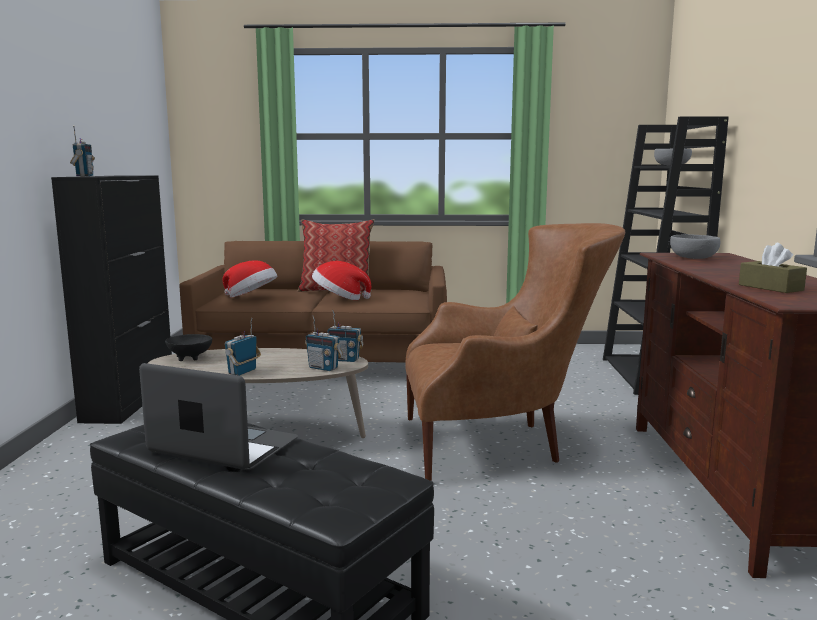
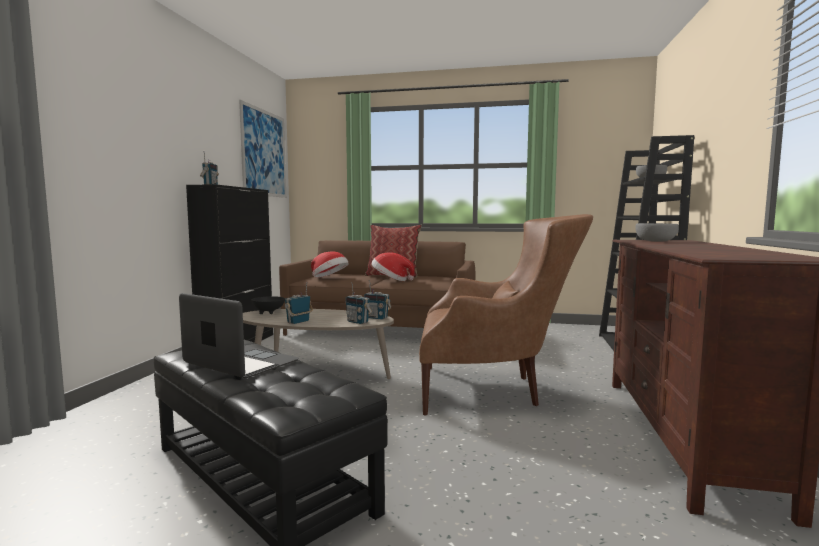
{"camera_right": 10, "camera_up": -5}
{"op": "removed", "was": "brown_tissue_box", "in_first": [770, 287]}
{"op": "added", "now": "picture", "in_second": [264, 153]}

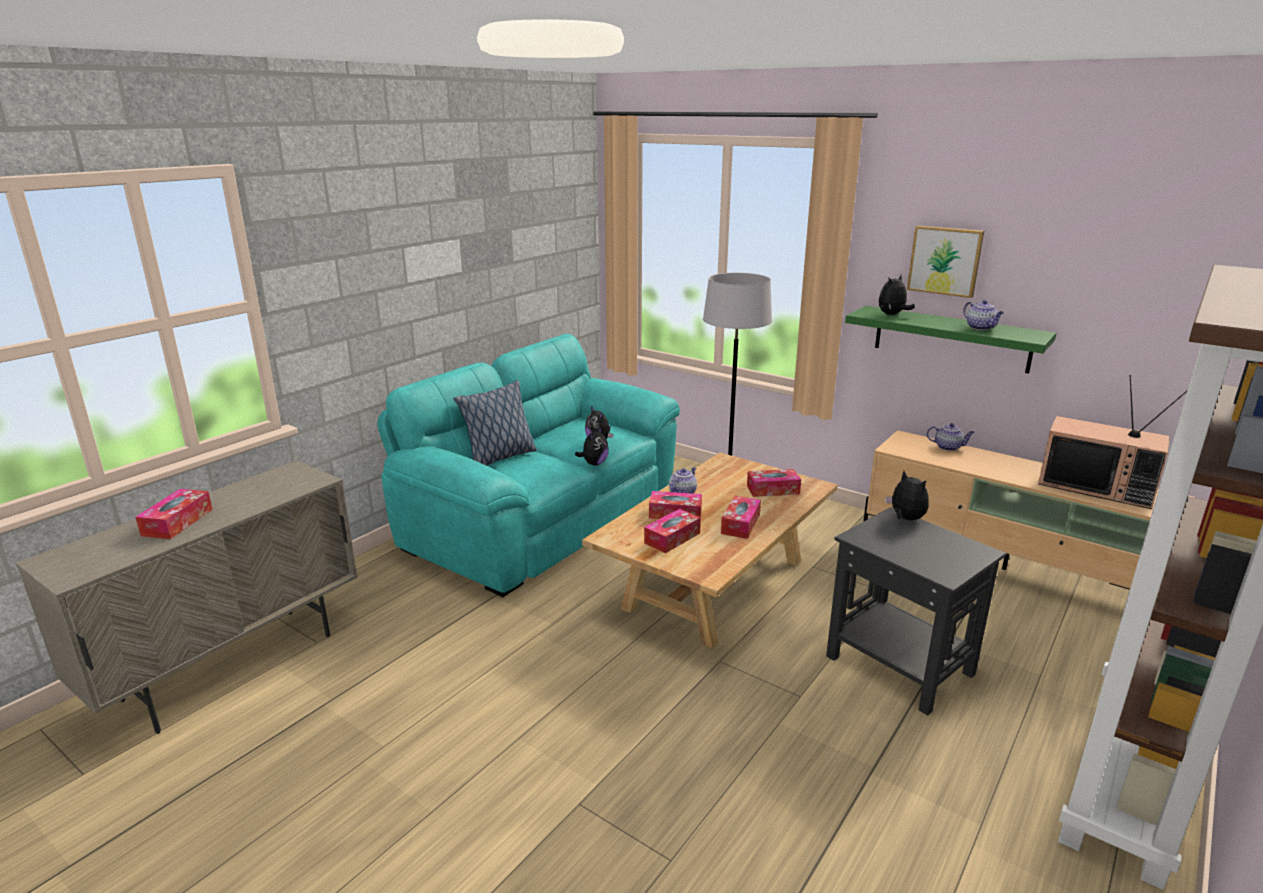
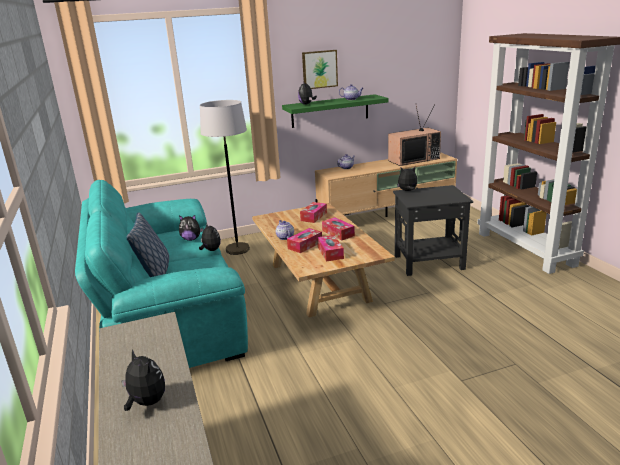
{"camera_right": -55, "camera_up": 0}
{"op": "replaced", "was": "tissue_box", "now": "plush_toy", "in_first": [177, 522], "in_second": [146, 402]}

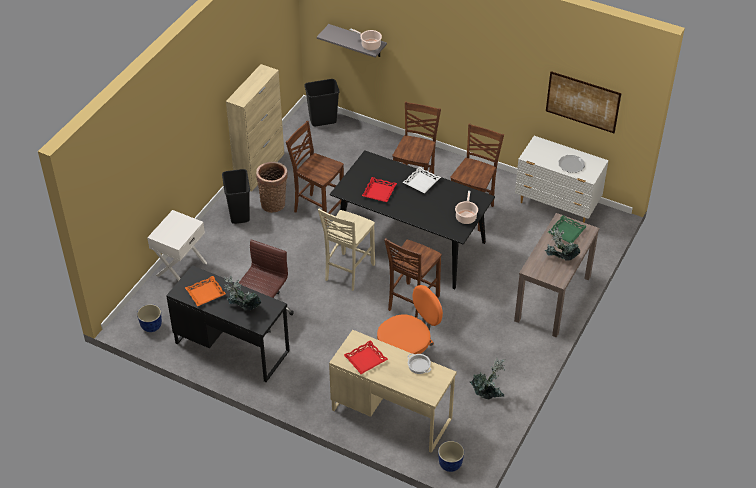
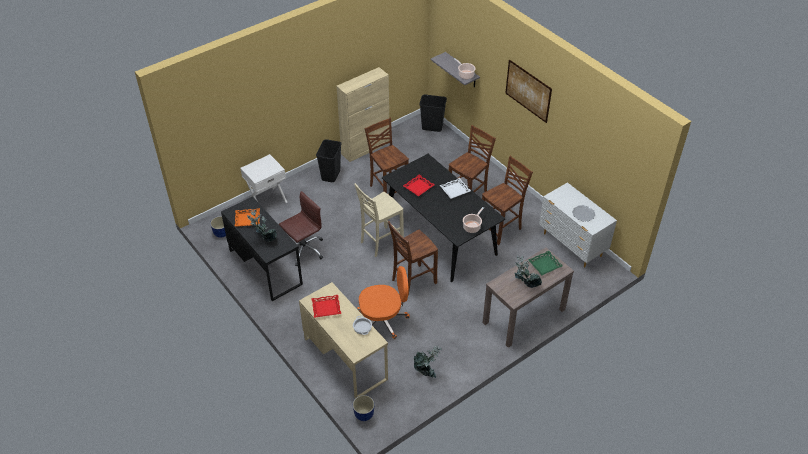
{"camera_right": 25, "camera_up": 0}
{"op": "moved", "was": "picture", "in_first": [582, 102], "in_second": [528, 91]}
{"op": "removed", "was": "basket", "in_first": [274, 203]}

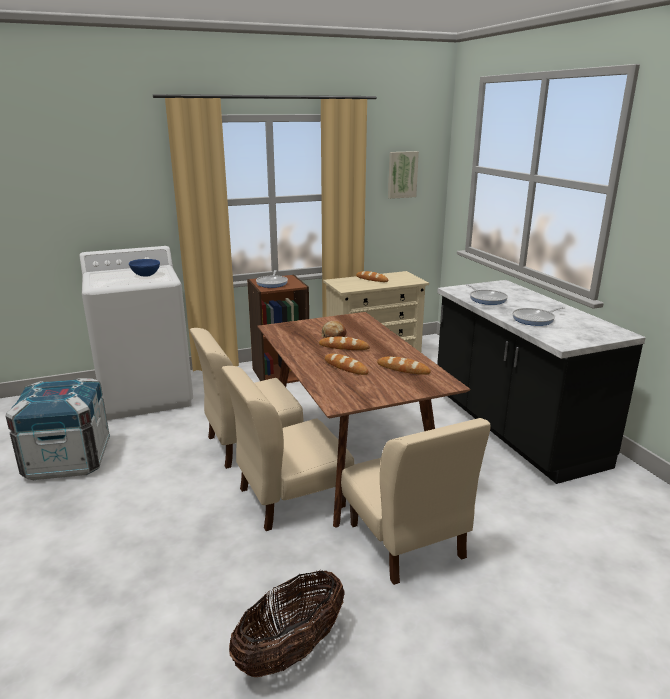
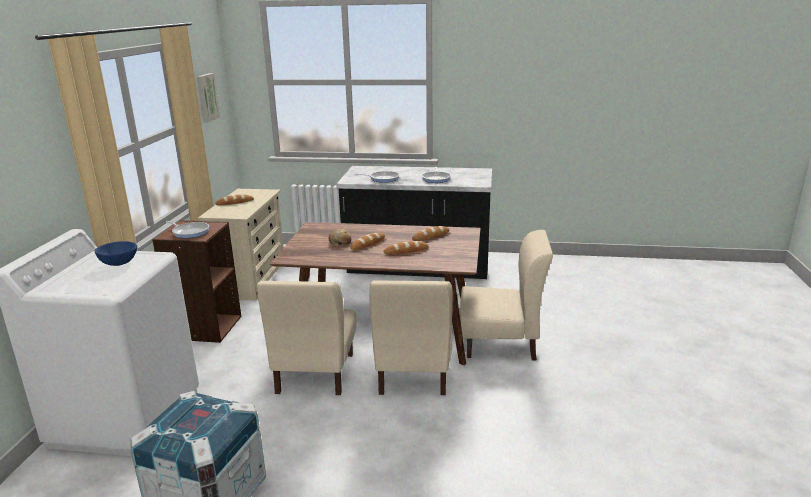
{"camera_right": -60, "camera_up": 0}
{"op": "removed", "was": "basket", "in_first": [290, 651]}

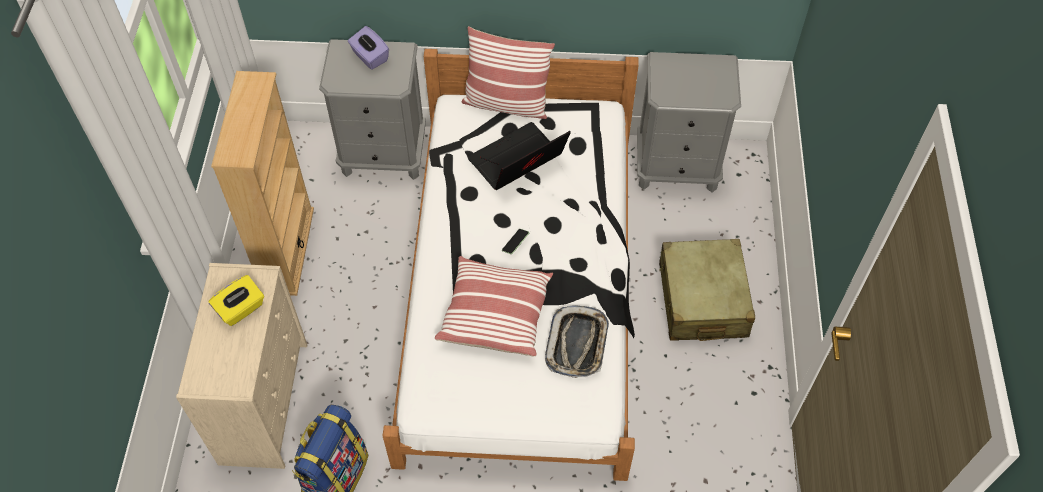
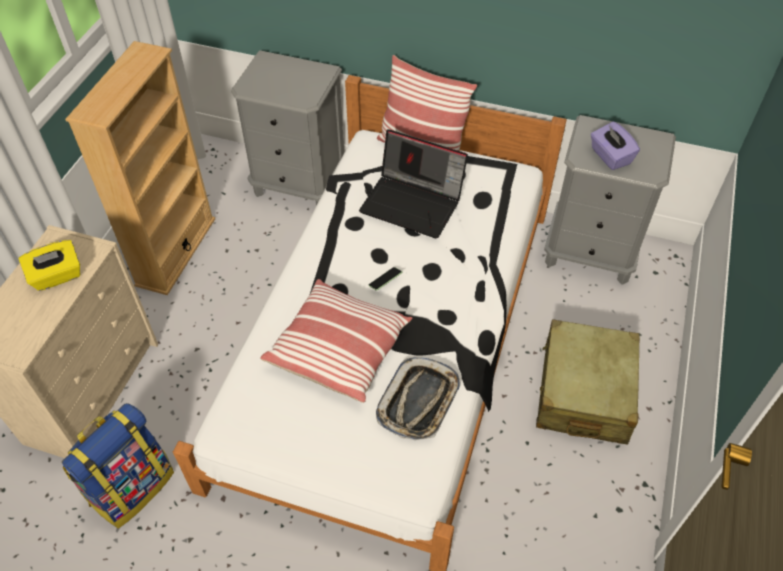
{"camera_right": 15, "camera_up": -5}
{"op": "moved", "was": "purple_tissue_box", "in_first": [370, 57], "in_second": [610, 157]}
{"op": "turned", "was": "laptop", "in_first": [517, 163], "in_second": [413, 203], "clockwise": -135}

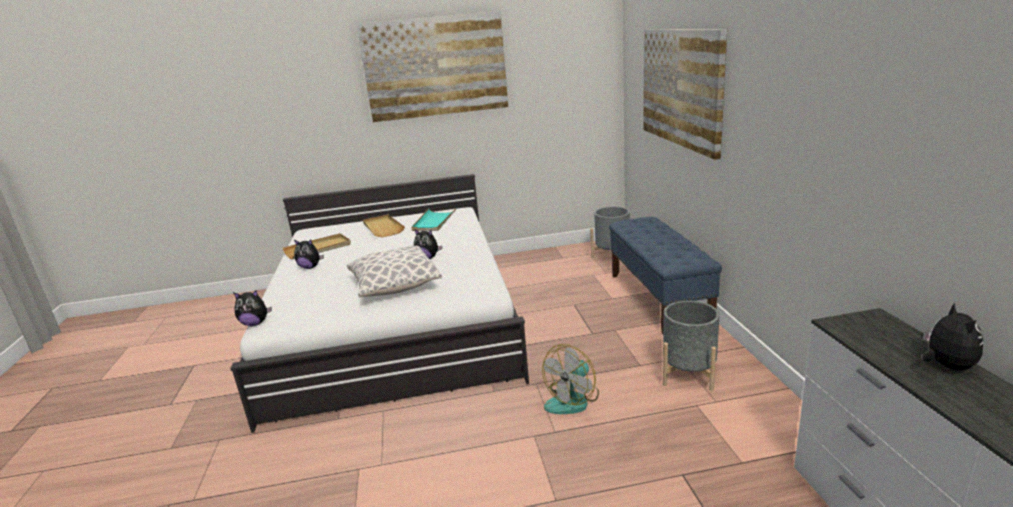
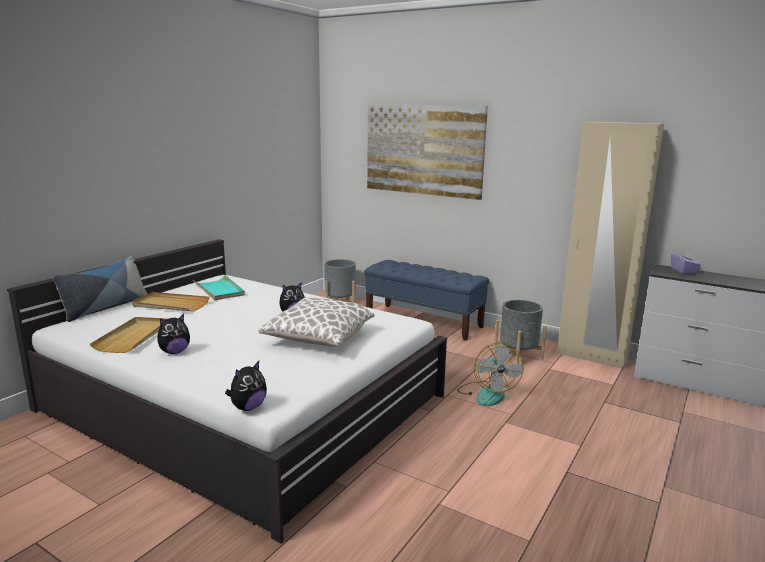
{"camera_right": -50, "camera_up": -5}
{"op": "removed", "was": "picture", "in_first": [435, 67]}
{"op": "removed", "was": "plush_toy", "in_first": [946, 366]}
{"op": "added", "now": "beige_wardrobe", "in_second": [591, 357]}
{"op": "added", "now": "purple_tissue_box", "in_second": [683, 271]}
{"op": "added", "now": "pillow", "in_second": [105, 307]}

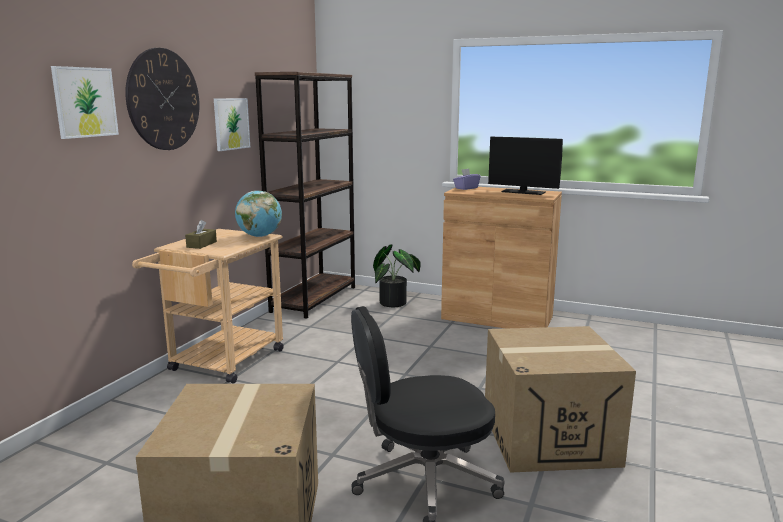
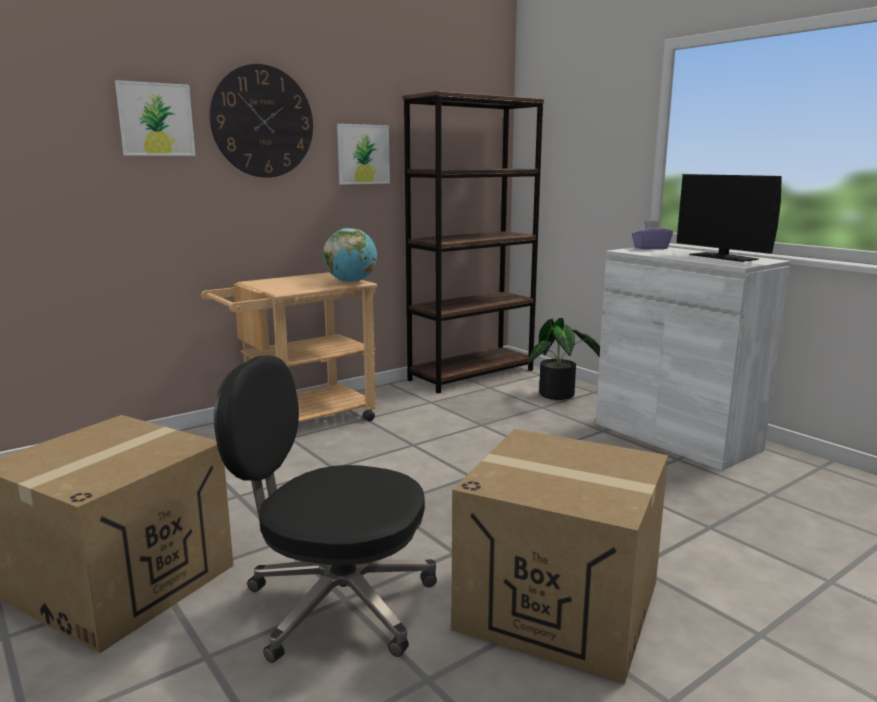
{"camera_right": 30, "camera_up": 0}
{"op": "recoloured", "was": "brown_cabinet", "now": "white_cabinet", "in_first": [497, 317], "in_second": [675, 436]}
{"op": "removed", "was": "brown_tissue_box", "in_first": [201, 244]}

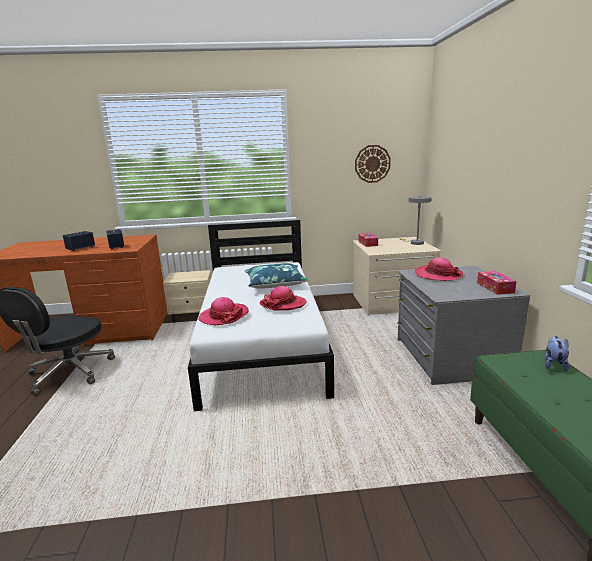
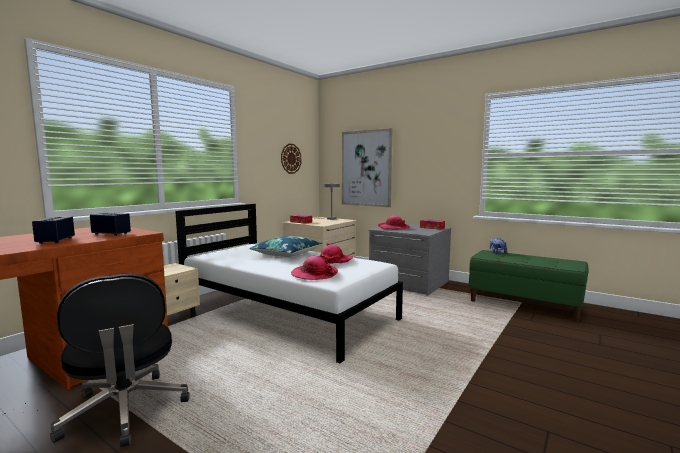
{"camera_right": -50, "camera_up": -10}
{"op": "added", "now": "picture", "in_second": [366, 168]}

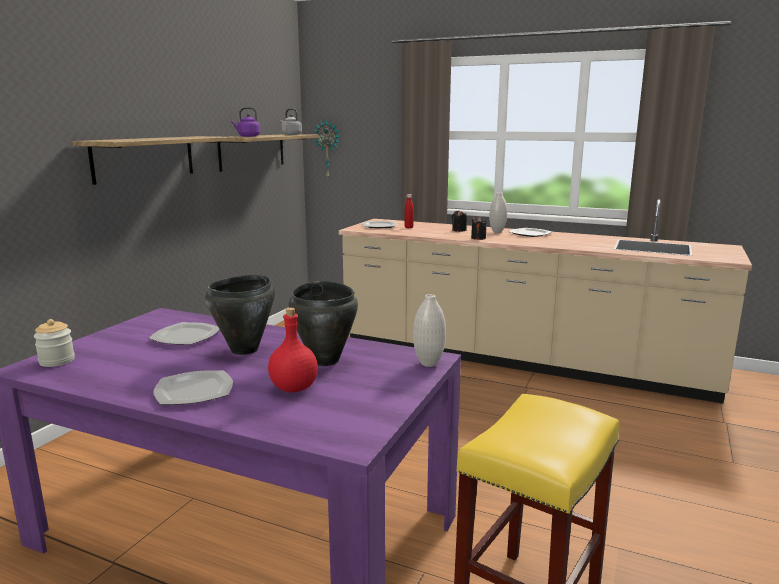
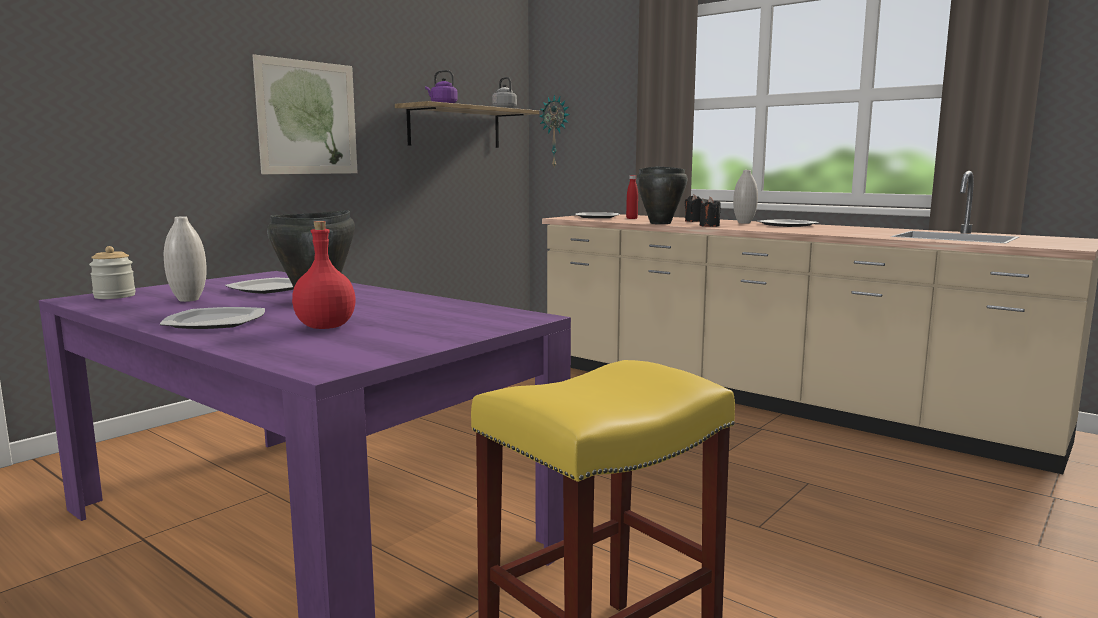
{"camera_right": 15, "camera_up": -5}
{"op": "replaced", "was": "shelf", "now": "picture", "in_first": [144, 158], "in_second": [307, 118]}
{"op": "moved", "was": "black_cooking_pot", "in_first": [325, 360], "in_second": [660, 223]}
{"op": "moved", "was": "white_vase", "in_first": [428, 363], "in_second": [188, 300]}

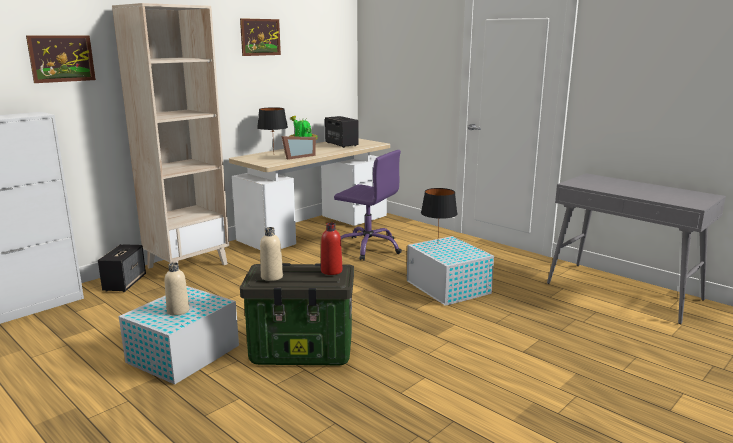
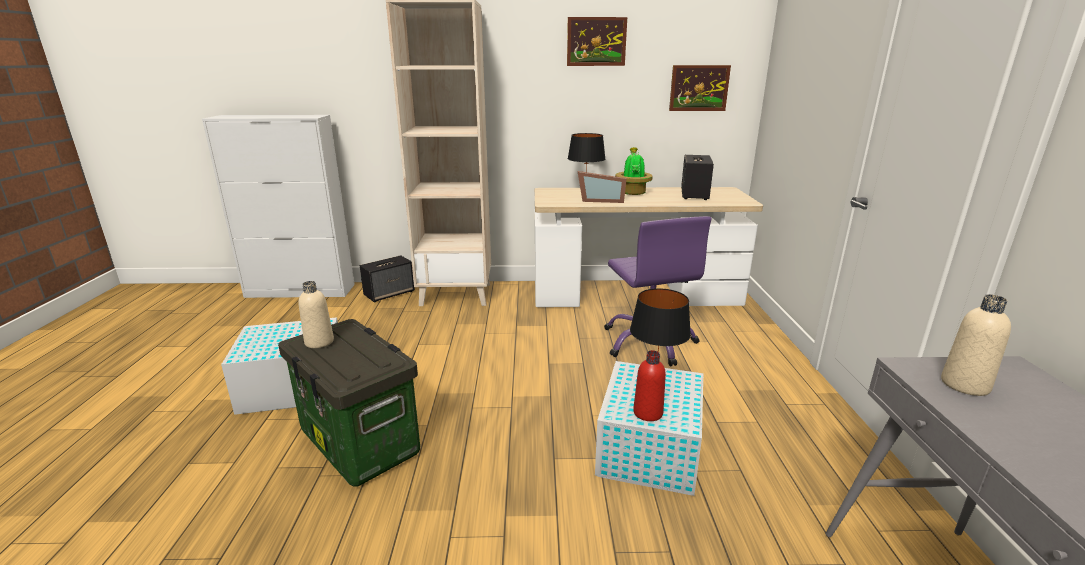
{"camera_right": 45, "camera_up": 5}
{"op": "moved", "was": "picture", "in_first": [61, 58], "in_second": [699, 88]}
{"op": "moved", "was": "red_bottle", "in_first": [331, 271], "in_second": [648, 413]}
{"op": "moved", "was": "beige_bottle", "in_first": [178, 311], "in_second": [965, 385]}

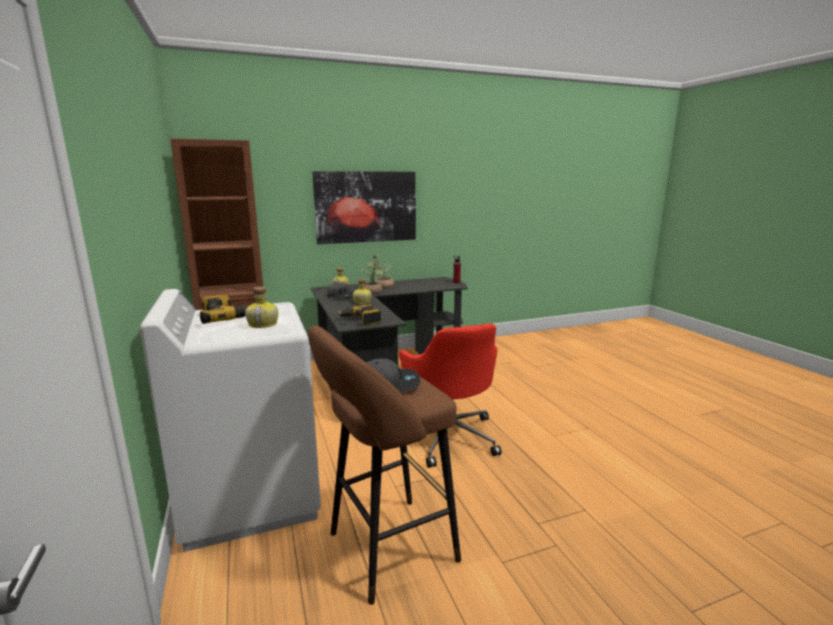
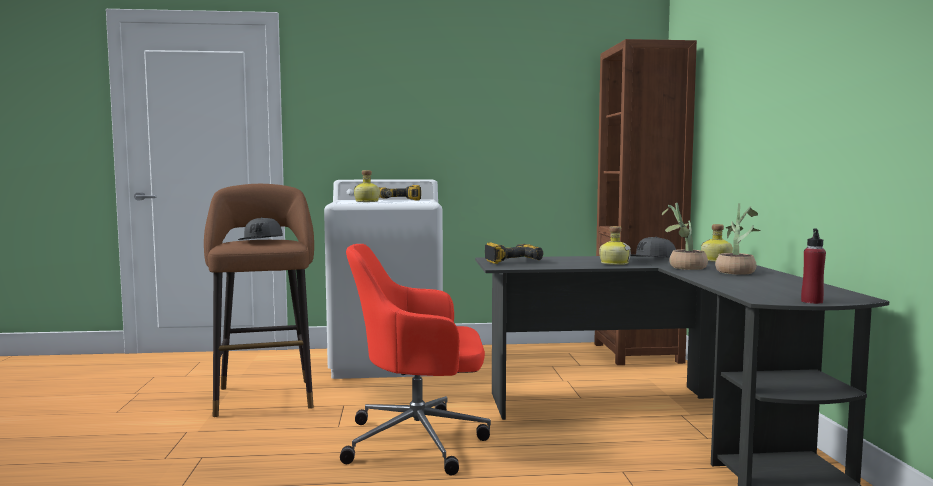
{"camera_right": 105, "camera_up": -10}
{"op": "removed", "was": "picture", "in_first": [366, 207]}

